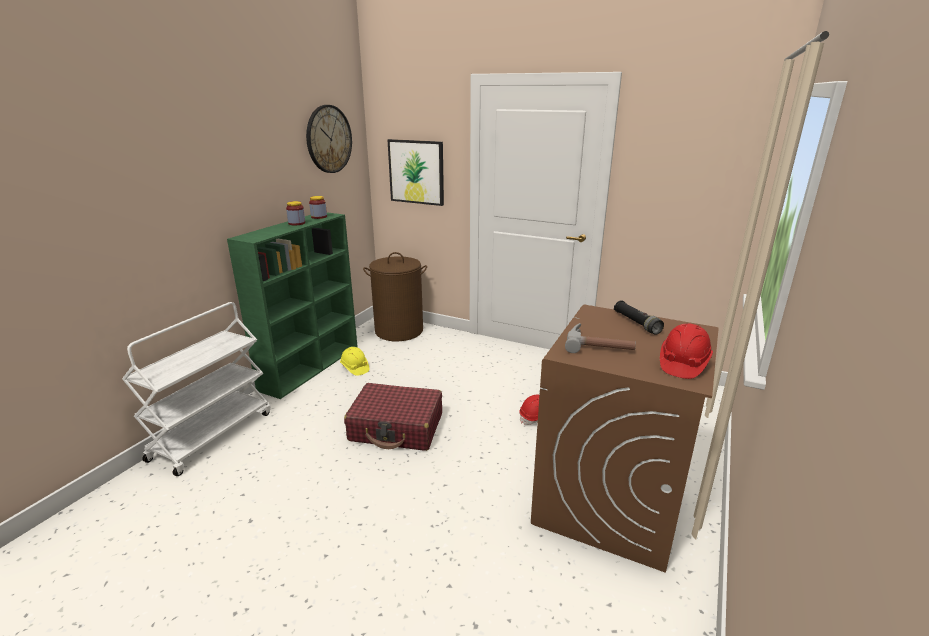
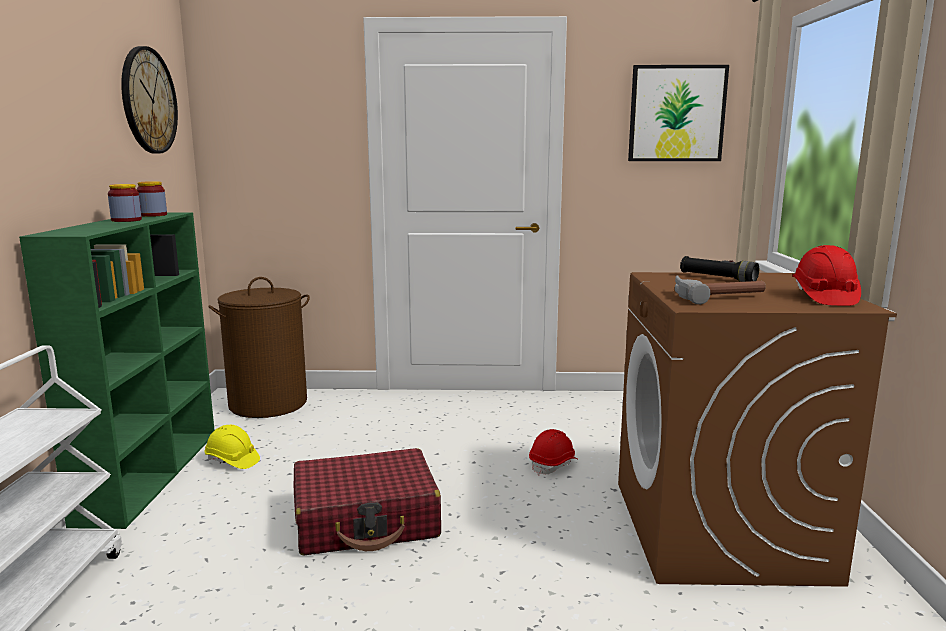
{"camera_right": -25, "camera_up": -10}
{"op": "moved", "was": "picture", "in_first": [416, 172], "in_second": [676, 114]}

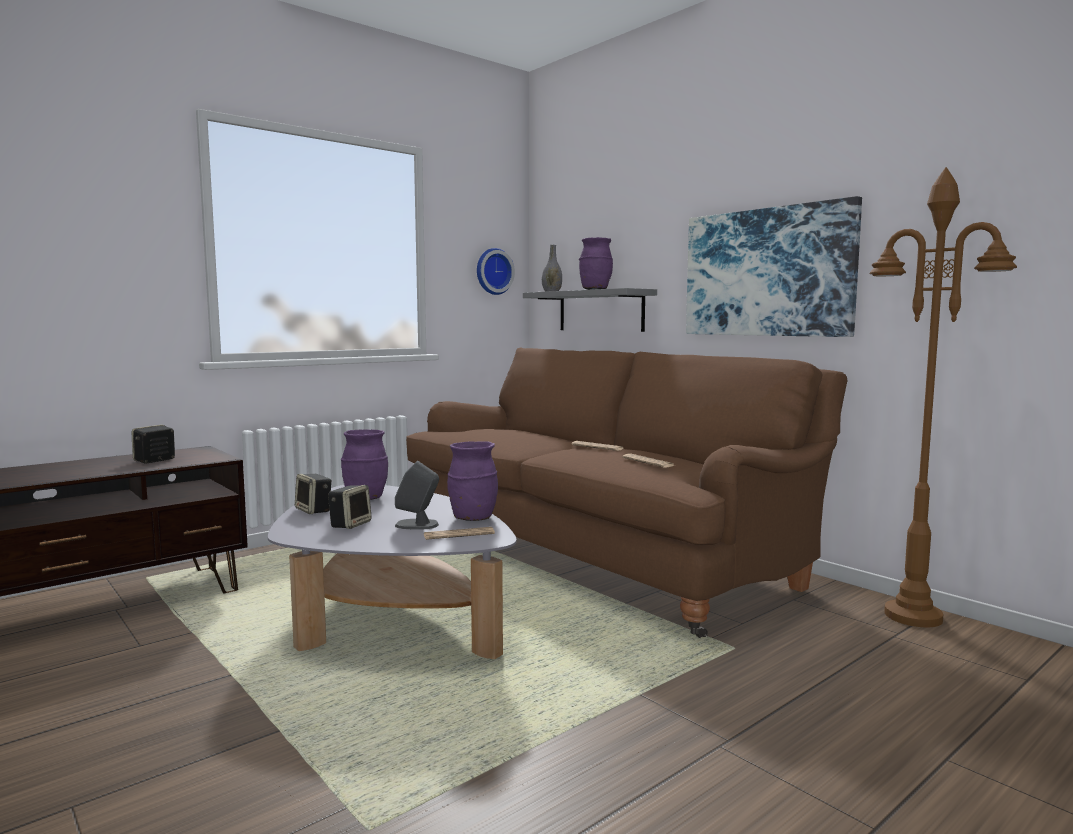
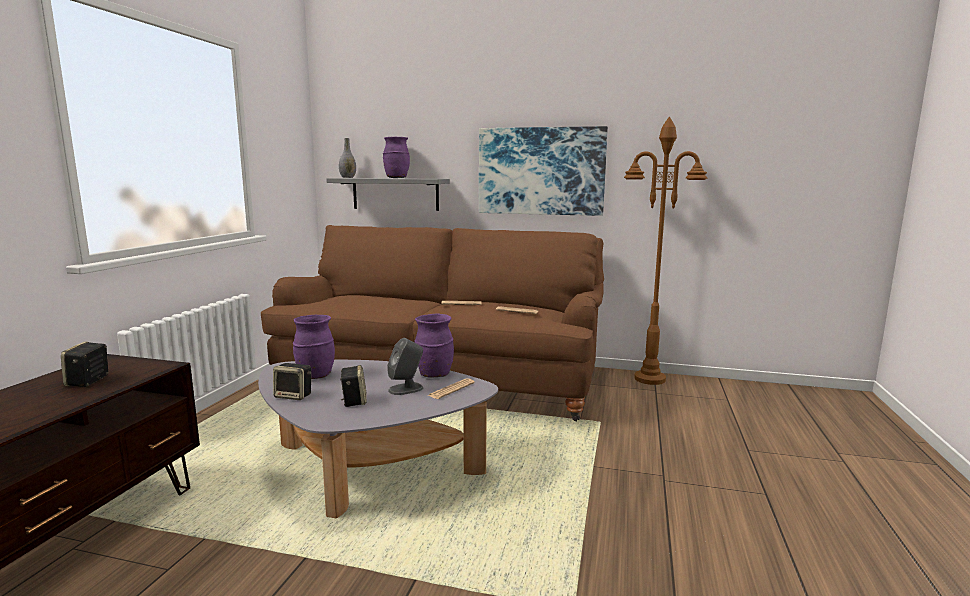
{"camera_right": -35, "camera_up": 5}
{"op": "removed", "was": "wall_clock", "in_first": [493, 271]}

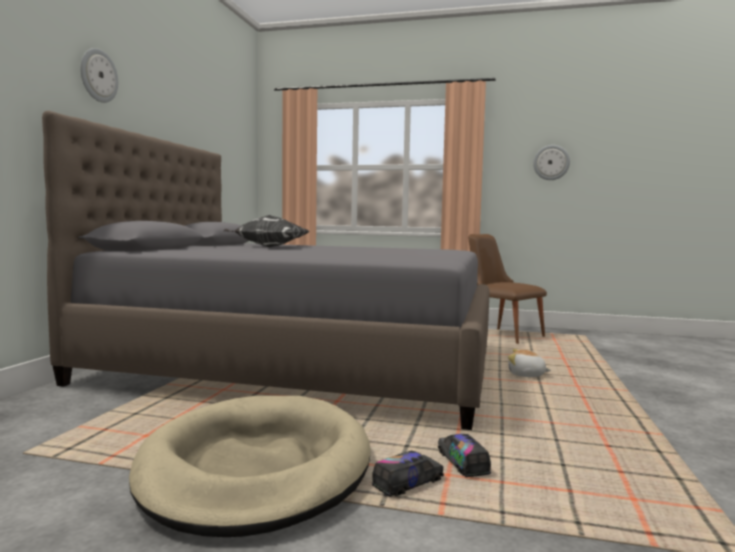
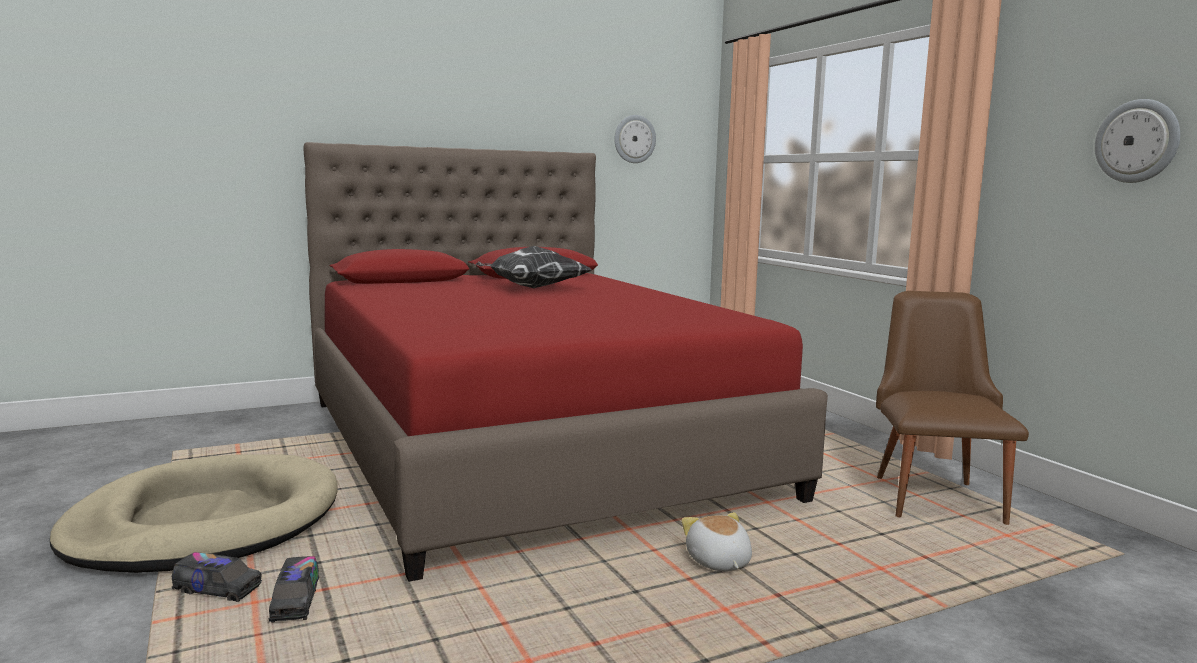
{"camera_right": 50, "camera_up": 5}
{"op": "moved", "was": "wall_clock", "in_first": [98, 75], "in_second": [634, 139]}
{"op": "recoloured", "was": "grey_bed", "now": "red_bed", "in_first": [303, 363], "in_second": [527, 445]}
{"op": "turned", "was": "toy_truck", "in_first": [462, 464], "in_second": [295, 603], "clockwise": 135}

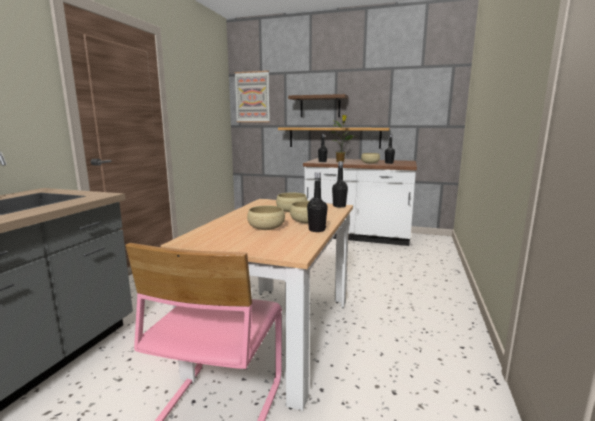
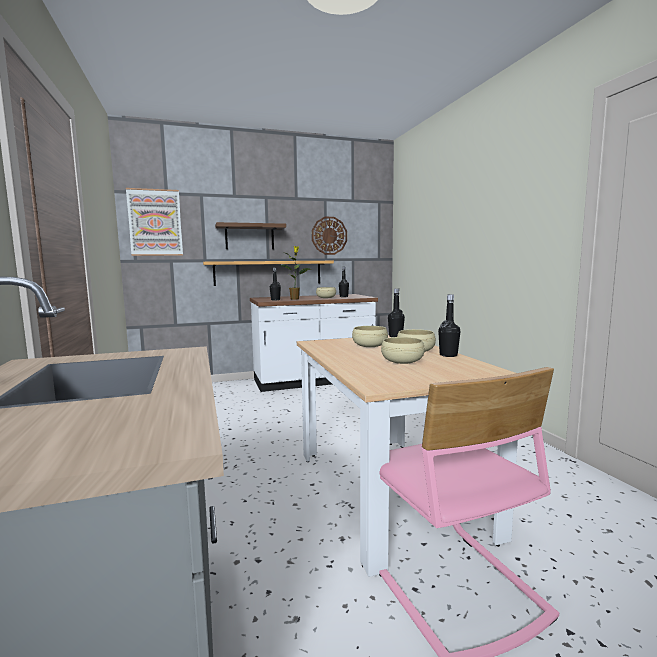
{"camera_right": -35, "camera_up": -5}
{"op": "added", "now": "wall_clock", "in_second": [329, 235]}

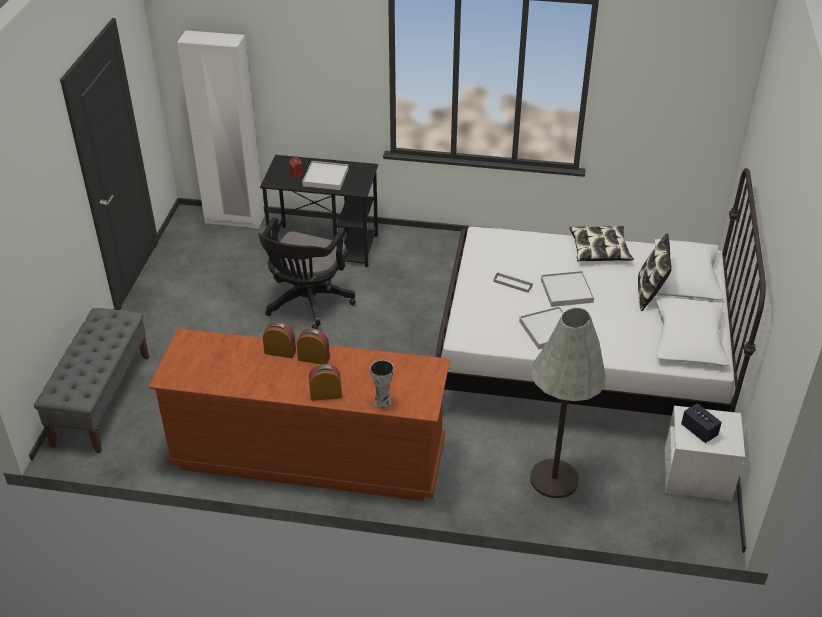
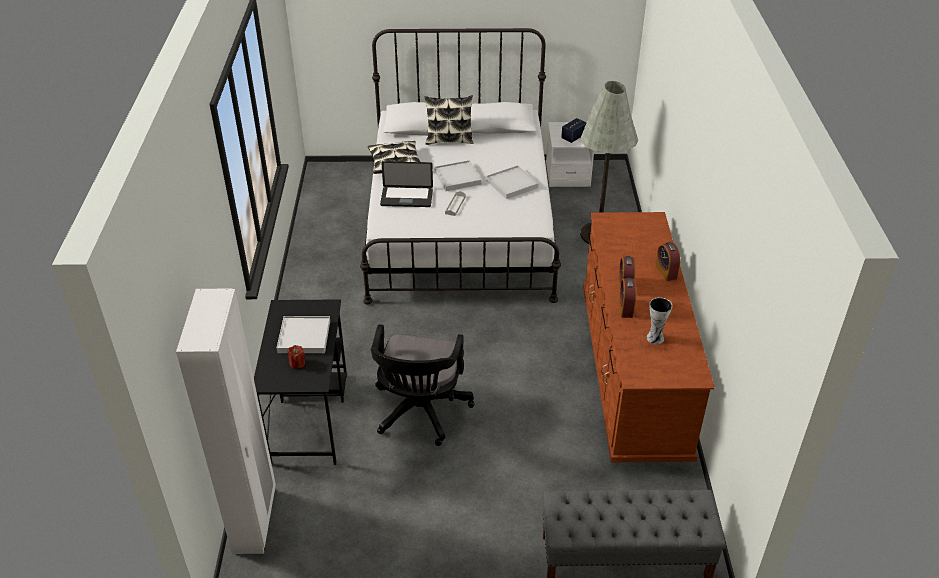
{"camera_right": -100, "camera_up": 0}
{"op": "turned", "was": "black_office_chair", "in_first": [307, 304], "in_second": [420, 413], "clockwise": 90}
{"op": "moved", "was": "vase", "in_first": [382, 402], "in_second": [656, 338]}
{"op": "added", "now": "laptop", "in_second": [406, 198]}

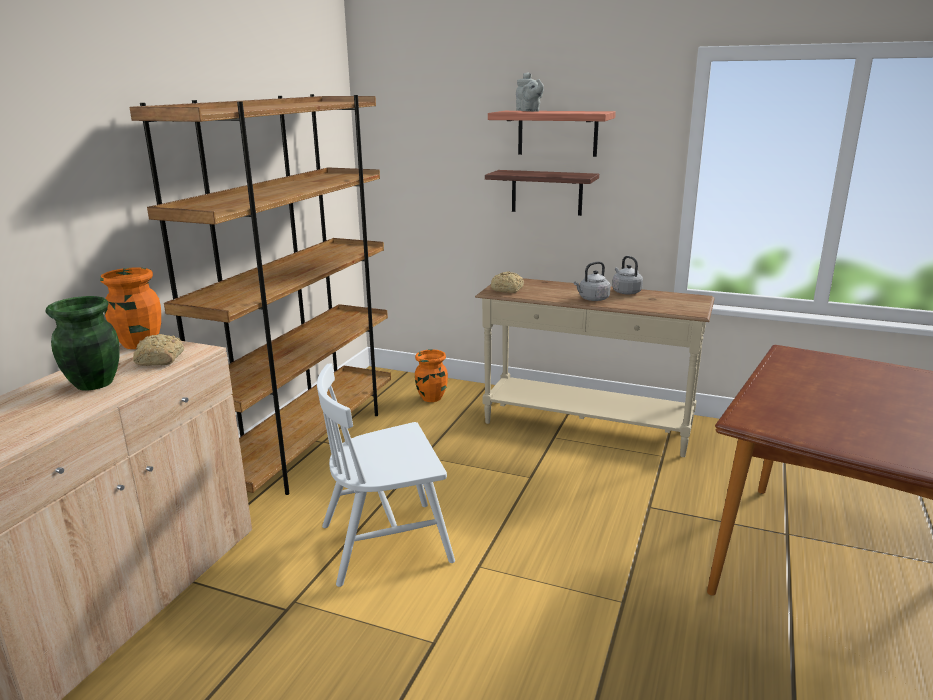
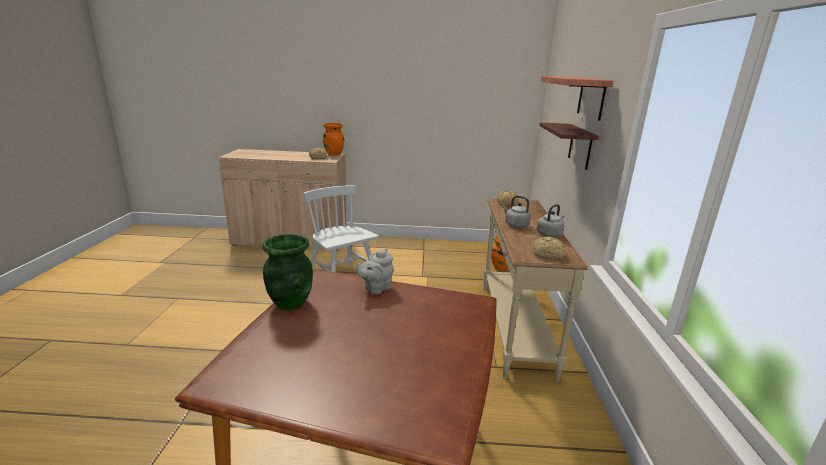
{"camera_right": 70, "camera_up": 0}
{"op": "moved", "was": "grey_teapot", "in_first": [529, 111], "in_second": [376, 288]}
{"op": "removed", "was": "brown_bookcase", "in_first": [308, 444]}
{"op": "moved", "was": "green_vase", "in_first": [94, 384], "in_second": [289, 303]}
{"op": "added", "now": "bread", "in_second": [548, 254]}

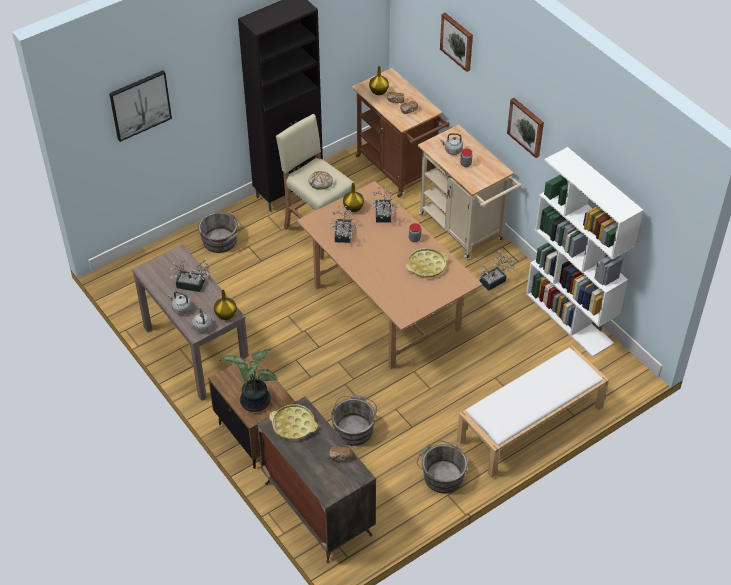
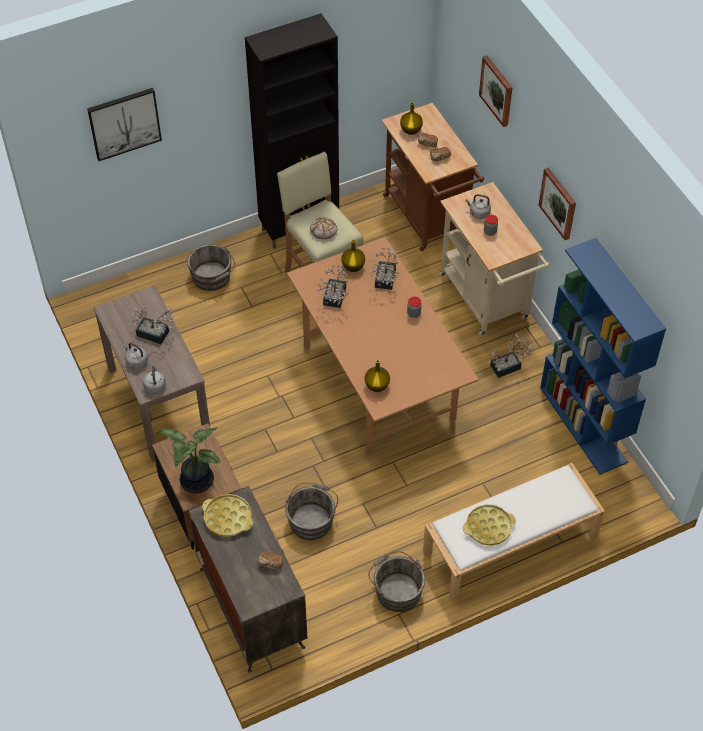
{"camera_right": 10, "camera_up": 5}
{"op": "recoloured", "was": "white_bookcase", "now": "blue_bookcase", "in_first": [570, 318], "in_second": [584, 424]}
{"op": "moved", "was": "yellow_tray", "in_first": [426, 266], "in_second": [488, 527]}
{"op": "moved", "was": "yellow_vase", "in_first": [225, 315], "in_second": [376, 386]}

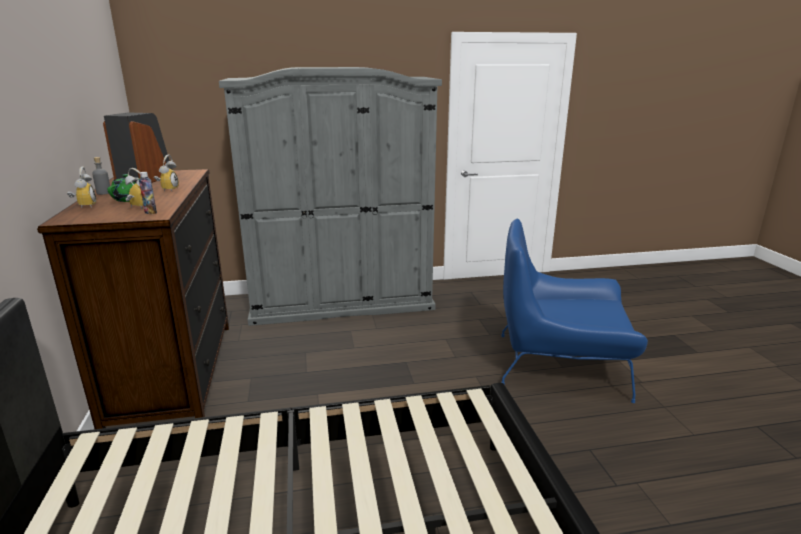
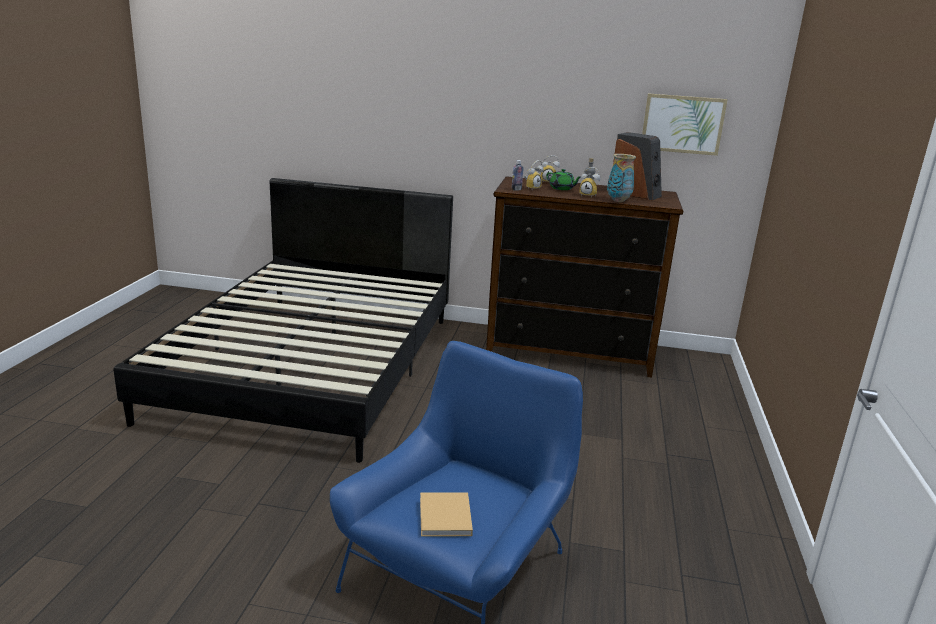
{"camera_right": 110, "camera_up": 0}
{"op": "removed", "was": "grey_wardrobe", "in_first": [341, 302]}
{"op": "added", "now": "picture", "in_second": [682, 124]}
{"op": "added", "now": "vase", "in_second": [618, 201]}
{"op": "added", "now": "beige_book", "in_second": [445, 518]}

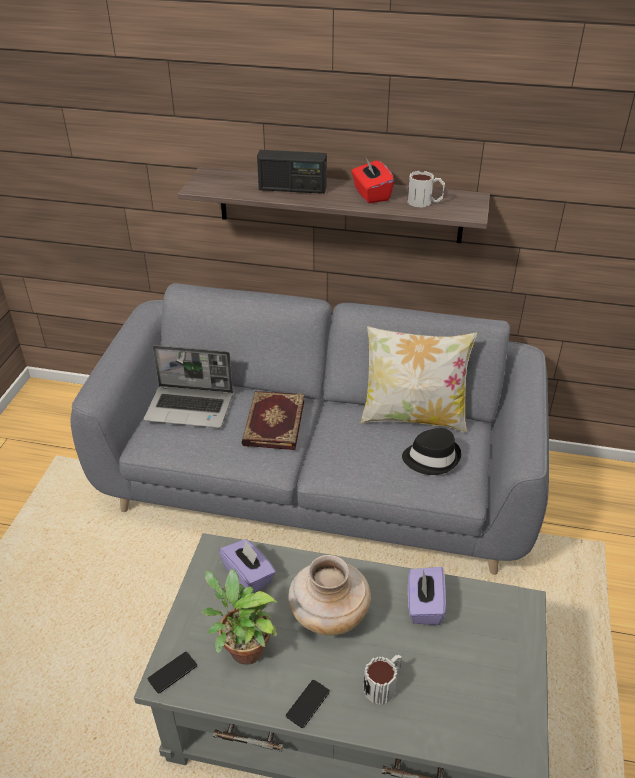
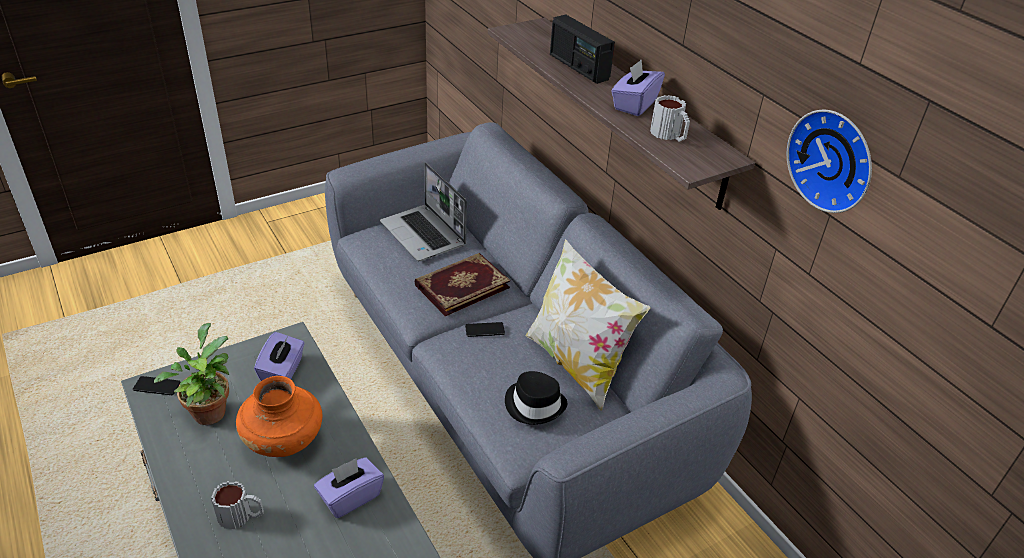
{"camera_right": 45, "camera_up": 0}
{"op": "recoloured", "was": "red_tissue_box", "now": "purple_tissue_box", "in_first": [371, 194], "in_second": [634, 104]}
{"op": "recoloured", "was": "beige_vase", "now": "orange_vase", "in_first": [328, 616], "in_second": [284, 441]}
{"op": "moved", "was": "phone", "in_first": [308, 704], "in_second": [484, 330]}
{"op": "added", "now": "wall_clock", "in_second": [833, 159]}

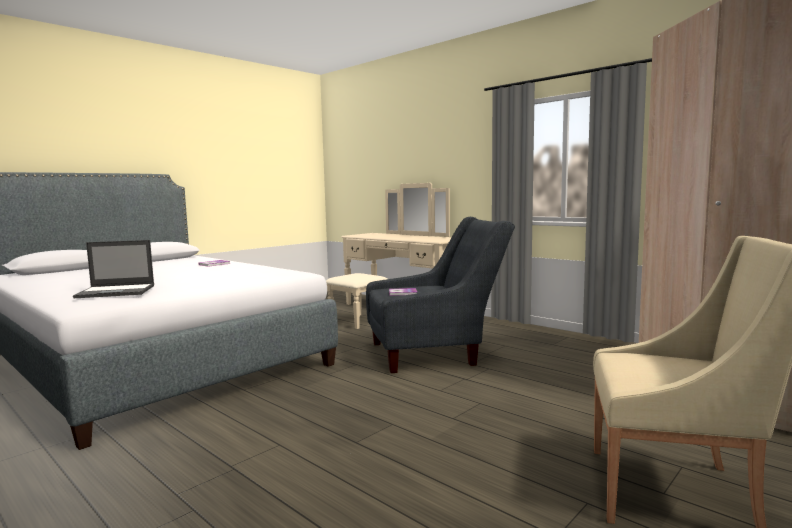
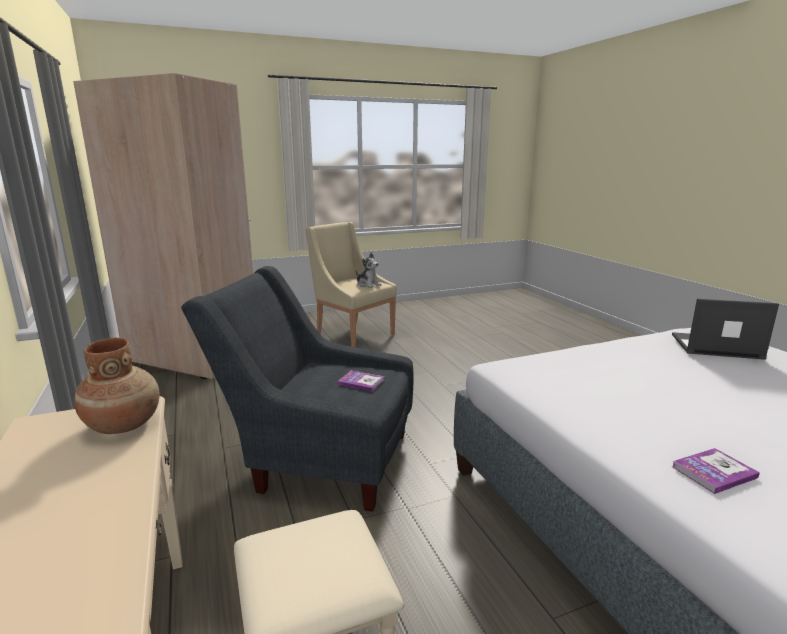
{"camera_right": -155, "camera_up": 10}
{"op": "added", "now": "plush_toy", "in_second": [368, 285]}
{"op": "added", "now": "brown_vase", "in_second": [123, 424]}

